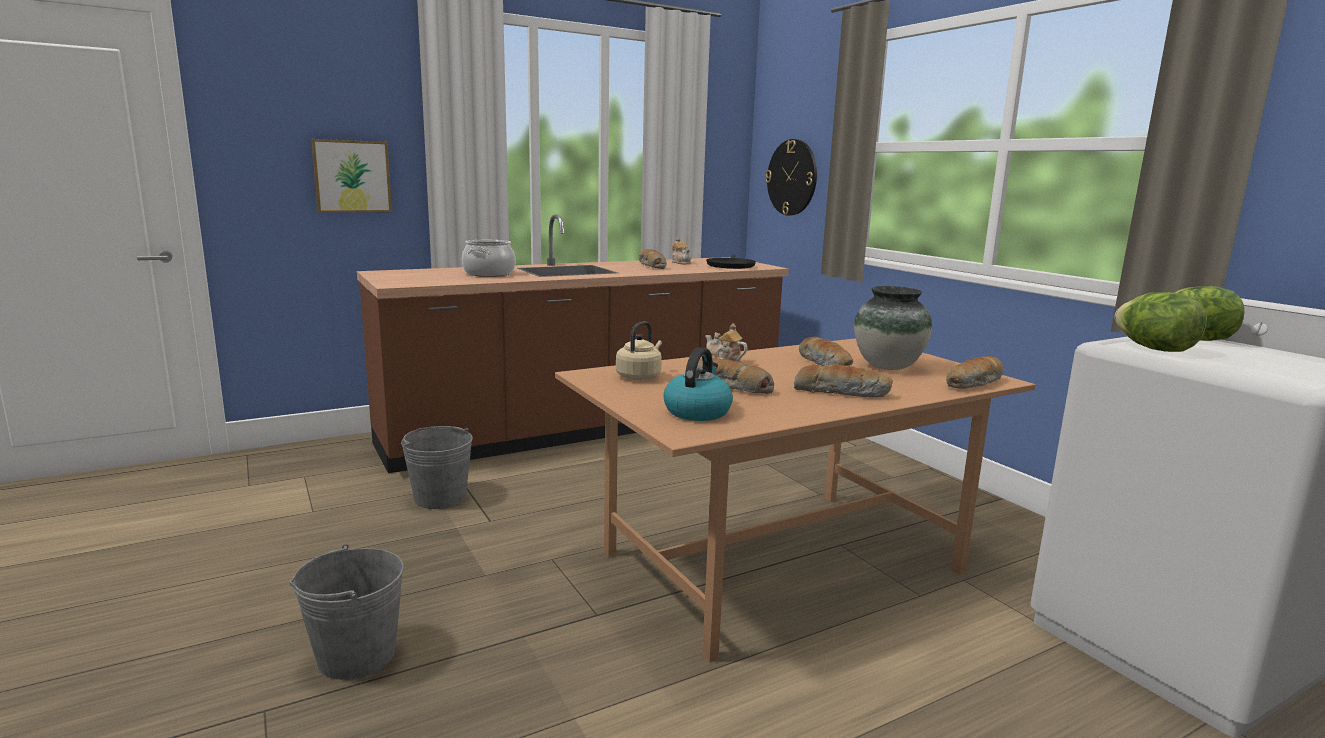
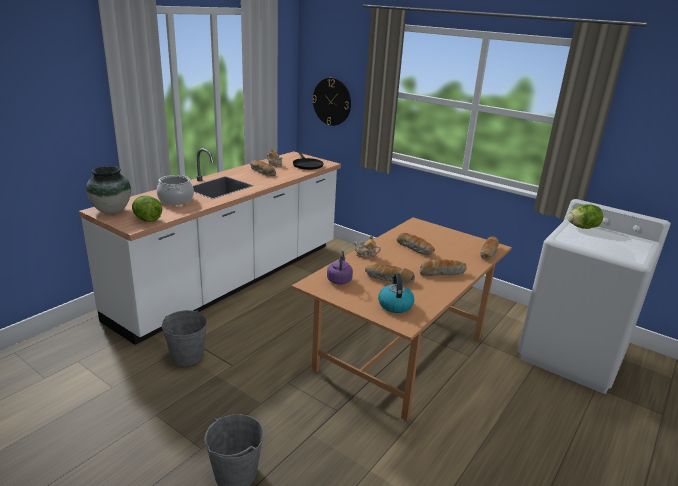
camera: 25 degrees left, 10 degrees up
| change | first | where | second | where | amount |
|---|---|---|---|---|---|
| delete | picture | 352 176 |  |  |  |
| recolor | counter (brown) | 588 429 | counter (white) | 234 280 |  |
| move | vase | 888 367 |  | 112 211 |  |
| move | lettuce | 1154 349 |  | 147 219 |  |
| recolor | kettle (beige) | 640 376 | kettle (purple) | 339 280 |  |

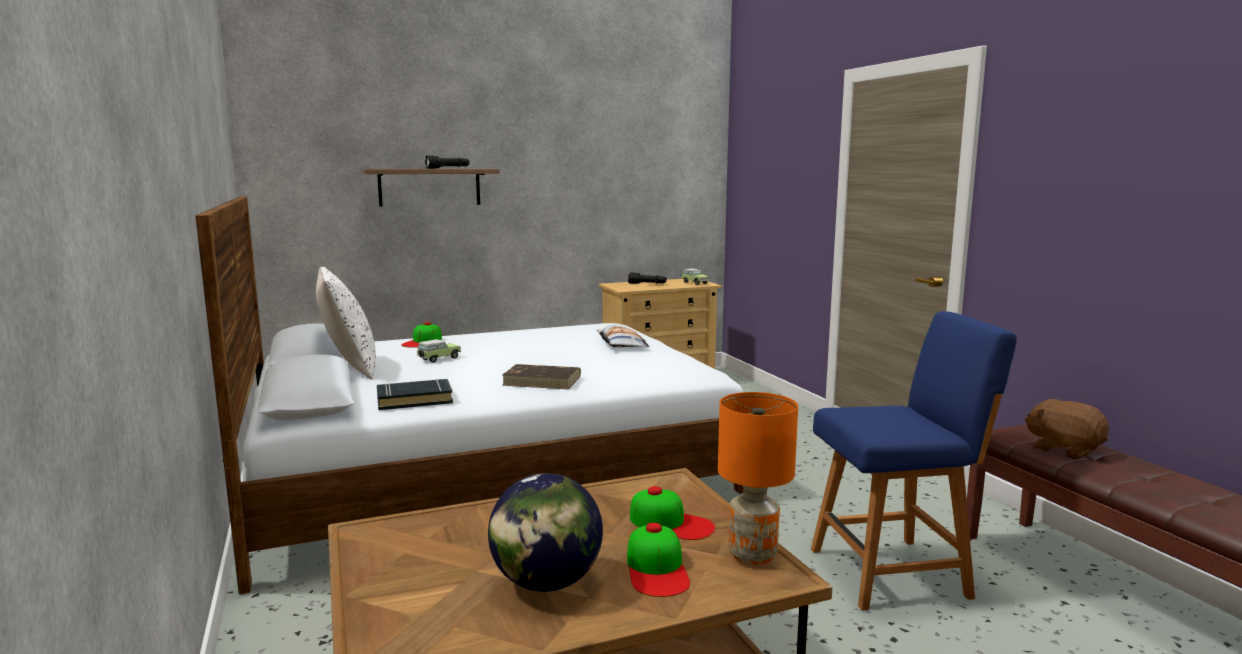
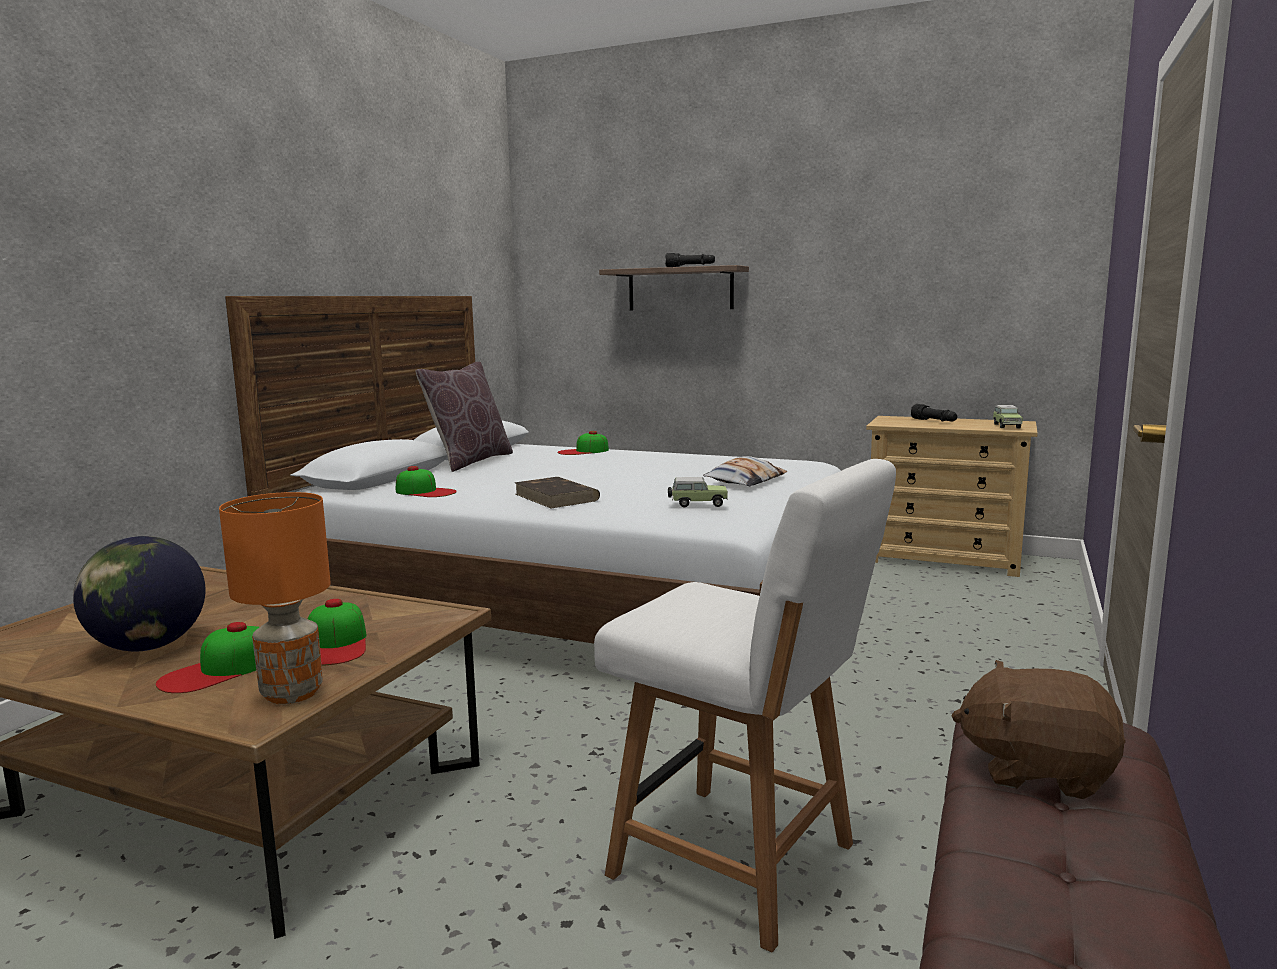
camera: 45 degrees right, 0 degrees up
| change | first | where | second | where | amount |
|---|---|---|---|---|---|
| recolor | pillow (white) | 349 368 | pillow (brown) | 469 461 |  |
| recolor | chair (blue) | 894 572 | chair (white) | 740 863 |  |
| move | toy car | 438 359 |  | 697 504 |  |
| replace | book (black) | 414 400 | cap | 425 491 |  |
| rotate | plush toy (brown) | 1064 450 |  | 1036 770 | 75 degrees counterclockwise |

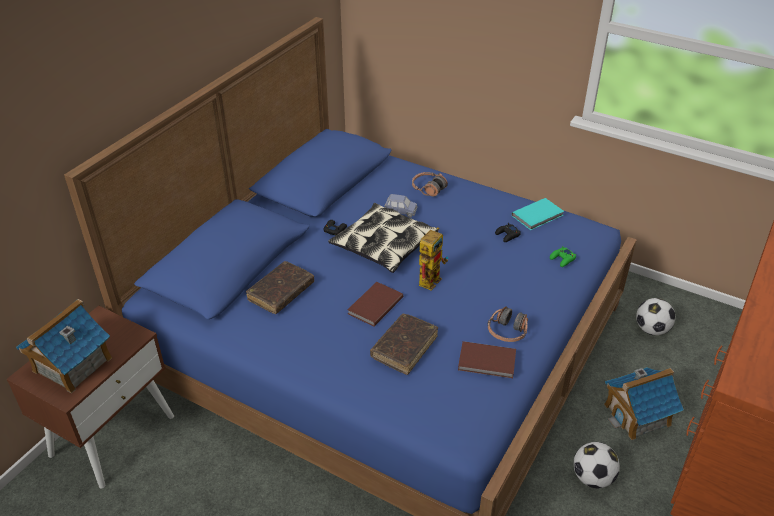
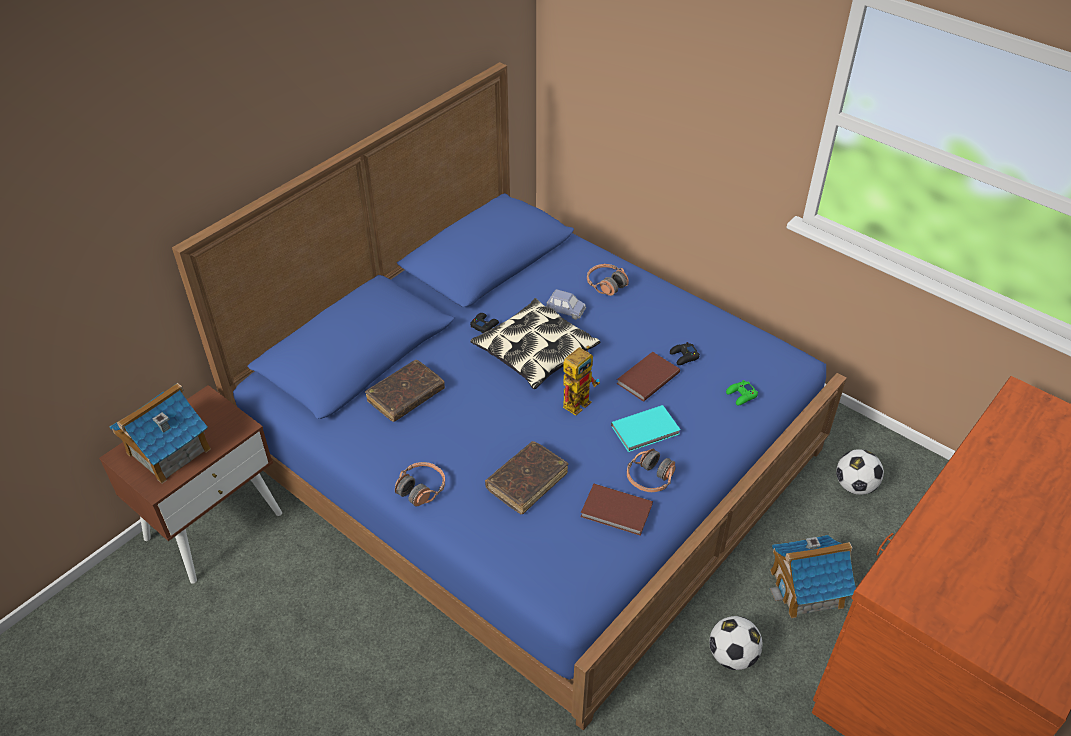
camera: 10 degrees right, 5 degrees up
| change | first | where | second | where | amount |
|---|---|---|---|---|---|
| move | book (turquoise) | 538 215 |  | 646 430 |  |
| move | book (brown) | 374 305 |  | 646 378 |  |
| insert |  |  | headphones | 421 489 |  |

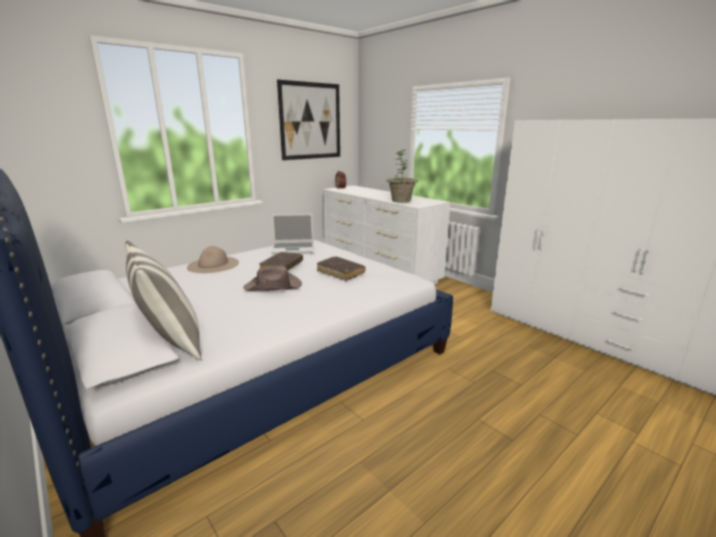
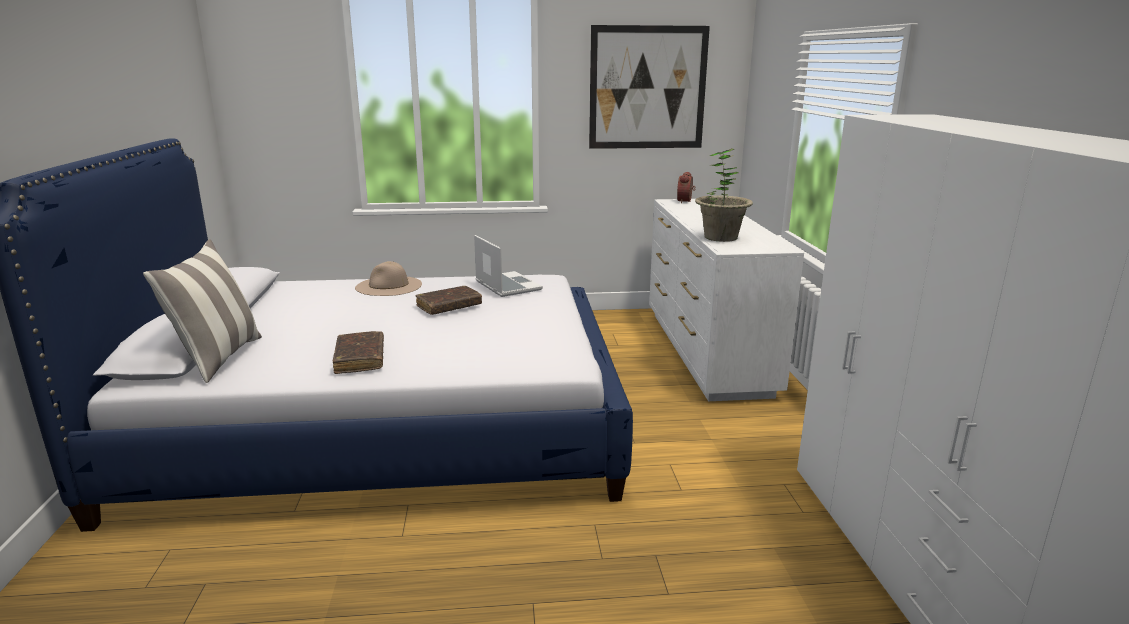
camera: 35 degrees right, 0 degrees up
| change | first | where | second | where | amount |
|---|---|---|---|---|---|
| rotate | laptop | 293 249 |  | 506 285 | 150 degrees counterclockwise |
| move | book (brown) | 340 272 |  | 360 359 |  |
| delete | hat (brown) | 273 286 |  |  |  |

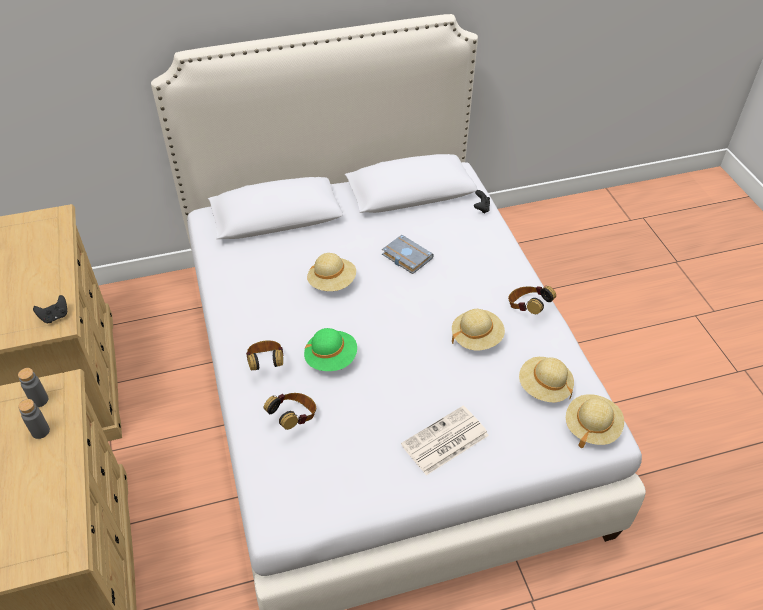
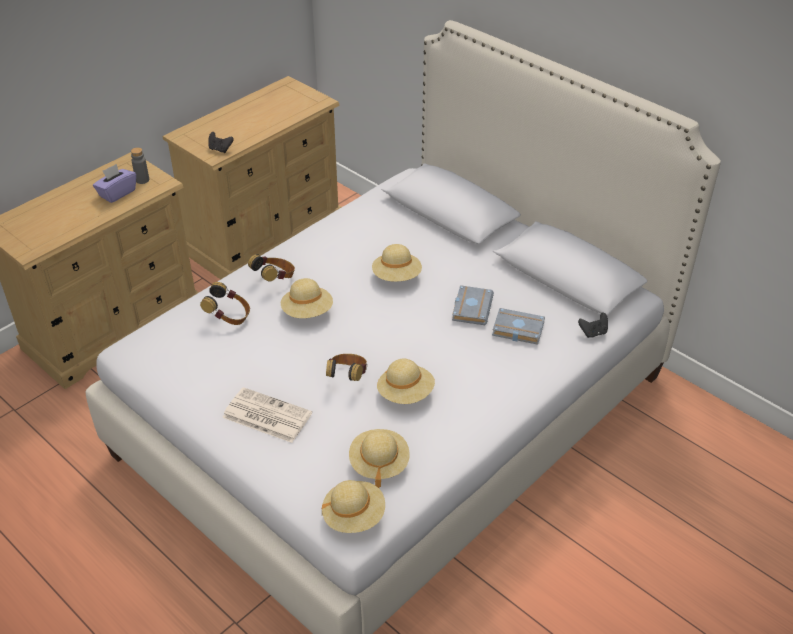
camera: 60 degrees right, 5 degrees down
| change | first | where | second | where | amount |
|---|---|---|---|---|---|
| move | headphones | 527 308 |  | 347 377 |  |
| recolor | hat (green) | 331 359 | hat (beige) | 307 312 |  |
| replace | bottle (grey) | 40 431 | tissue box (purple) | 117 193 |  |
| insert |  |  | book (grey) | 516 330 |  |

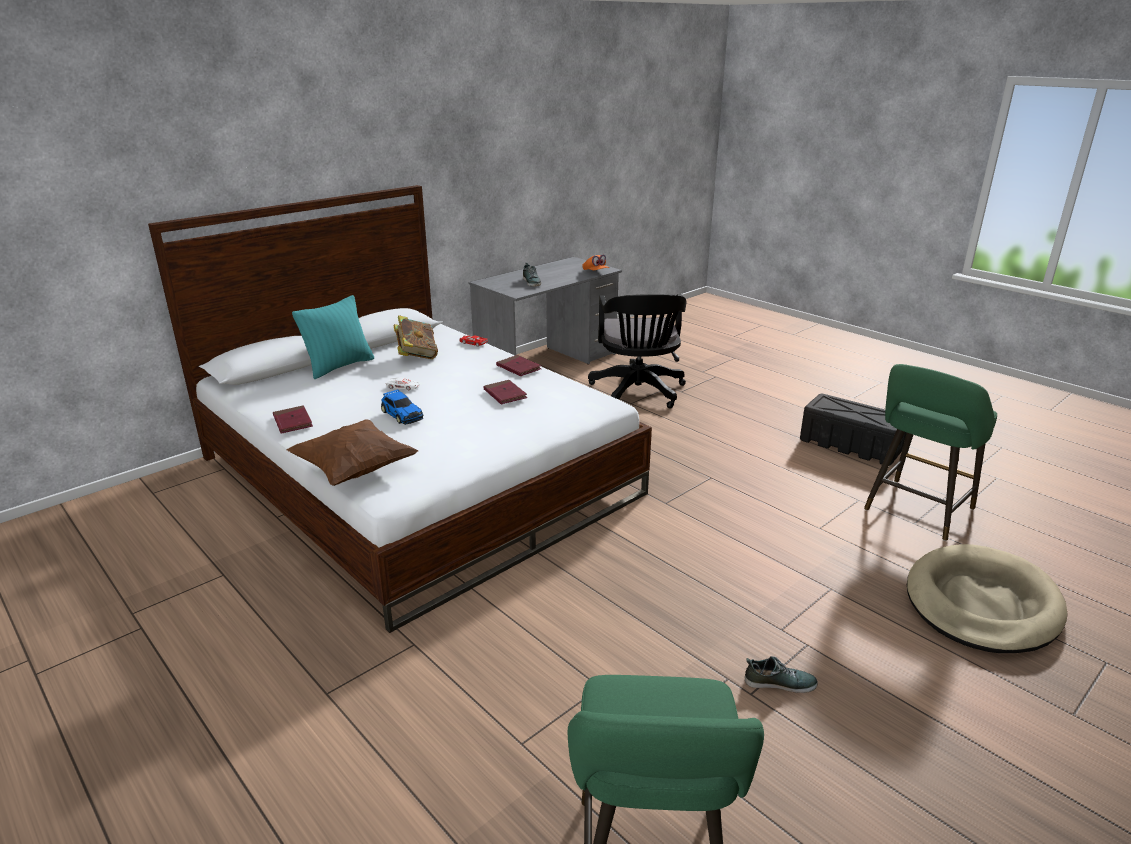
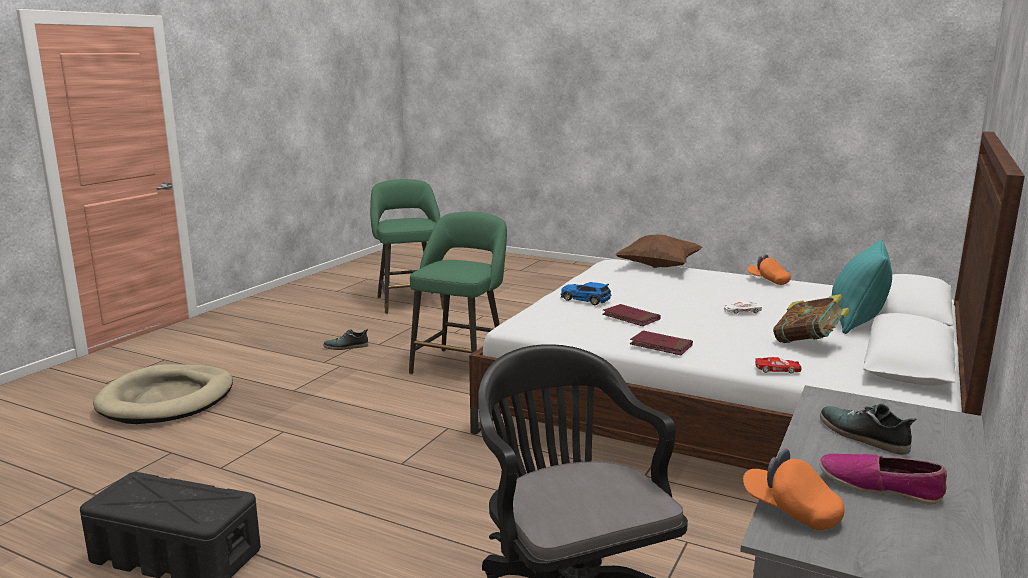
camera: 160 degrees right, 10 degrees down
| change | first | where | second | where | amount |
|---|---|---|---|---|---|
| move | stool (green) | 916 512 |  | 461 365 |  |
| move | toy car | 402 414 |  | 586 300 |  |
| replace | book (red) | 293 422 | cap (orange) | 768 281 |  |
| insert |  |  | shoe | 879 486 |  |

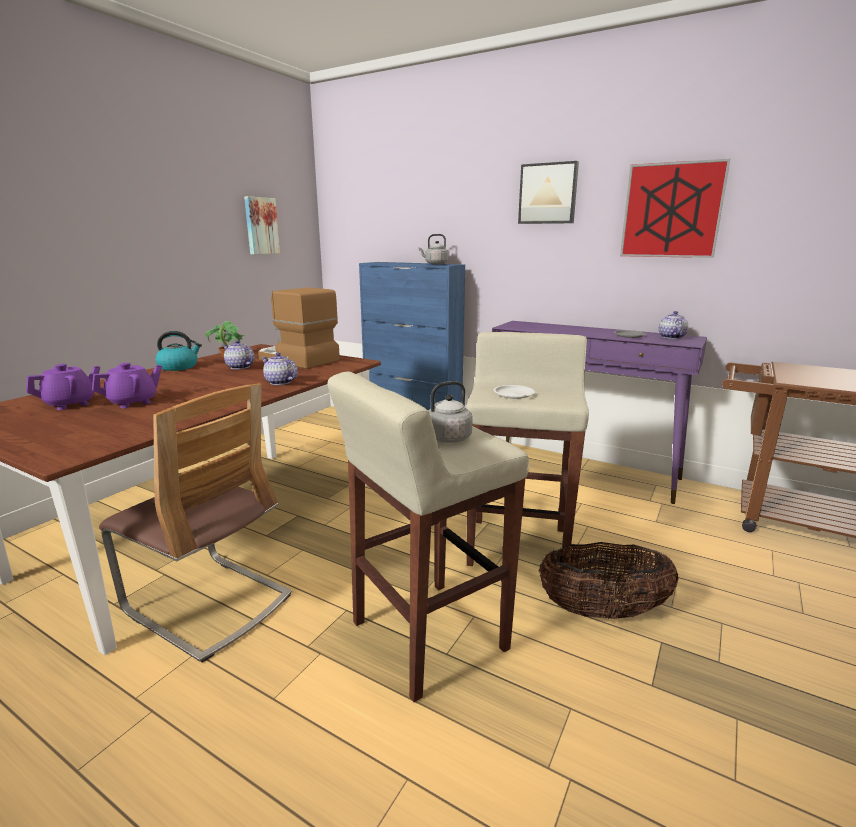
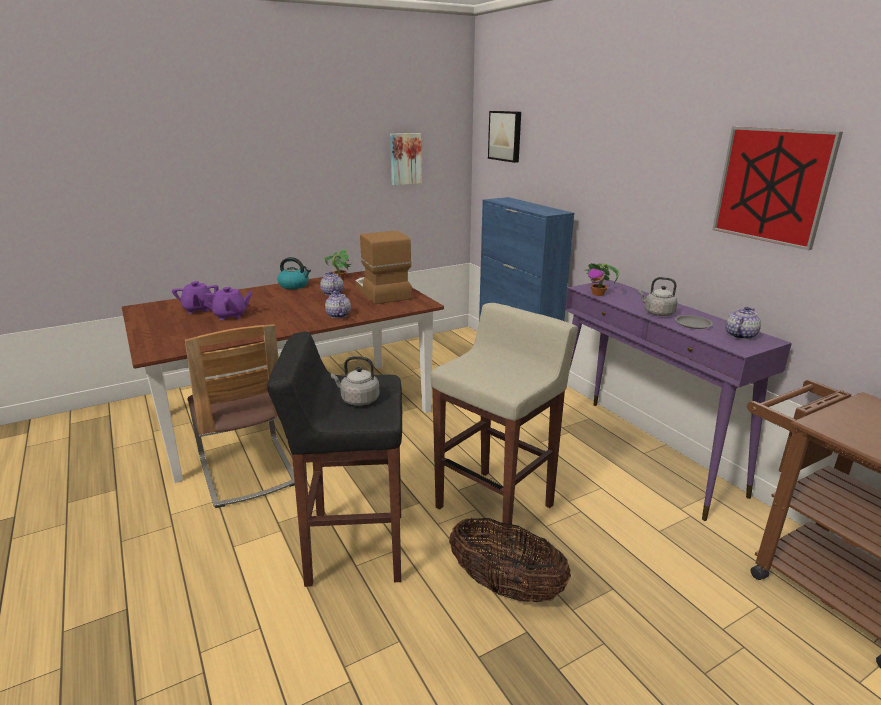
camera: 30 degrees right, 5 degrees up
| change | first | where | second | where | amount |
|---|---|---|---|---|---|
| move | picture | 548 194 |  | 506 136 |  |
| move | kettle (grey) | 435 264 |  | 657 313 |  |
| rotate | teapot (purple) | 70 404 |  | 198 309 | 90 degrees clockwise |
| recolor | stool (beige) | 426 636 | stool (black) | 354 548 |  |
| delete | plate (white) | 514 394 |  |  |  |
| insert |  |  | potted plant | 598 294 |  |

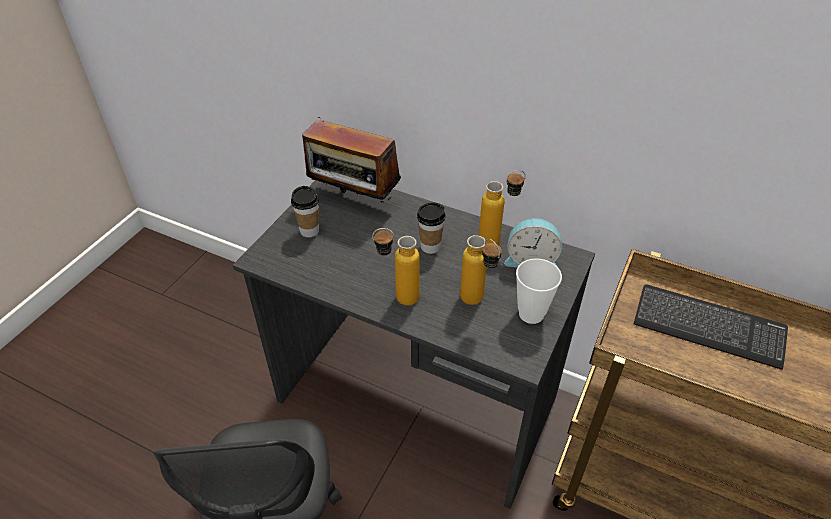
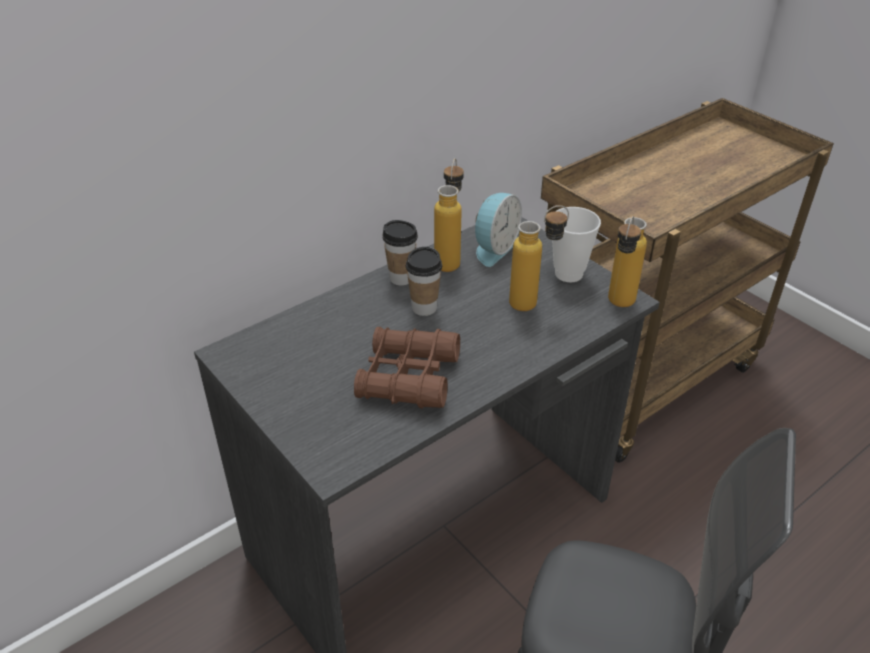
camera: 65 degrees left, 5 degrees down
| change | first | where | second | where | amount |
|---|---|---|---|---|---|
| delete | radio | 354 200 |  |  |  |
| move | cup | 309 231 |  | 401 278 |  |
| move | bottle | 397 298 |  | 618 306 |  |
| delete | keyboard | 708 327 |  |  |  |
| insert |  |  | binoculars (brown) | 408 377 |  |

